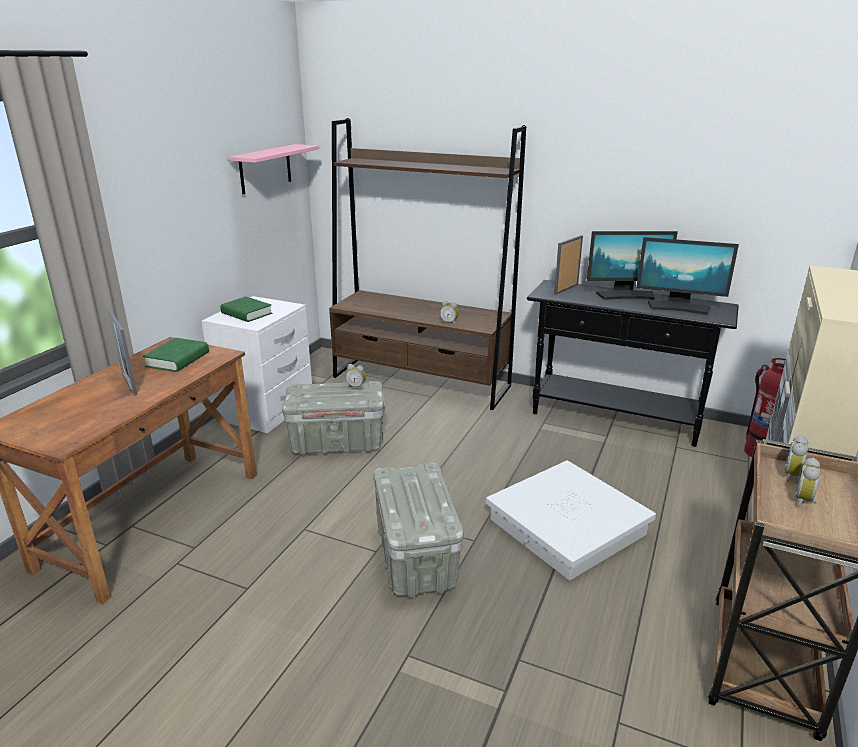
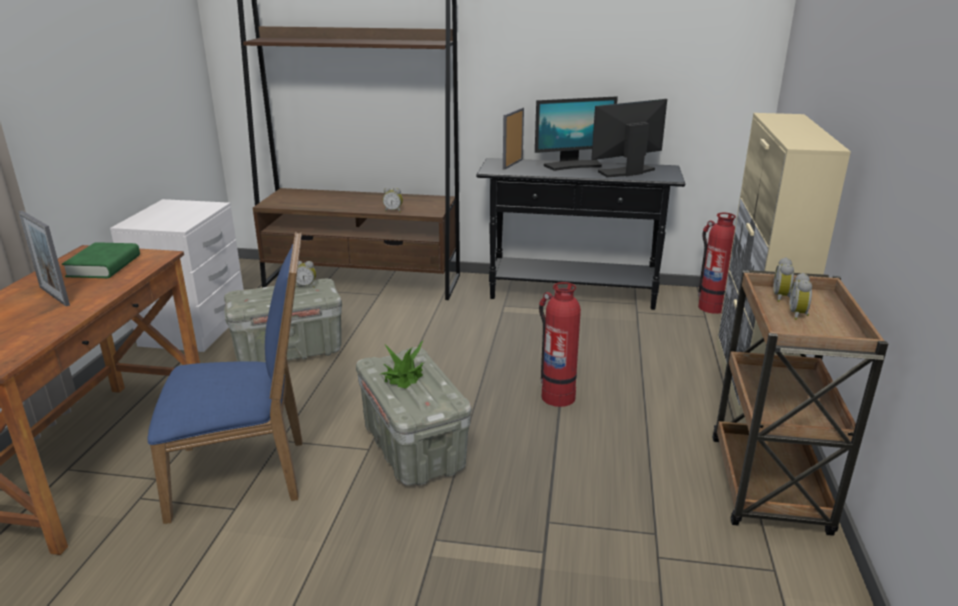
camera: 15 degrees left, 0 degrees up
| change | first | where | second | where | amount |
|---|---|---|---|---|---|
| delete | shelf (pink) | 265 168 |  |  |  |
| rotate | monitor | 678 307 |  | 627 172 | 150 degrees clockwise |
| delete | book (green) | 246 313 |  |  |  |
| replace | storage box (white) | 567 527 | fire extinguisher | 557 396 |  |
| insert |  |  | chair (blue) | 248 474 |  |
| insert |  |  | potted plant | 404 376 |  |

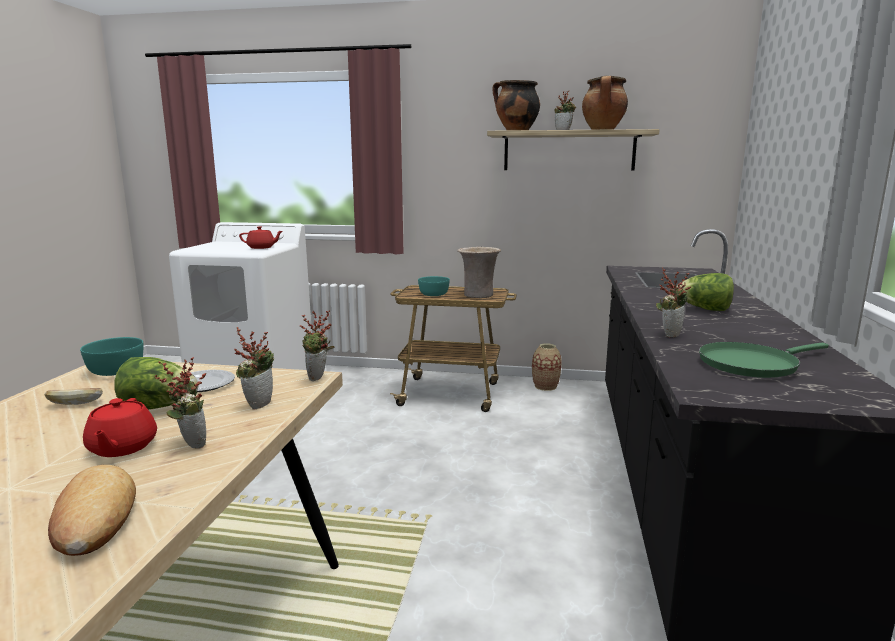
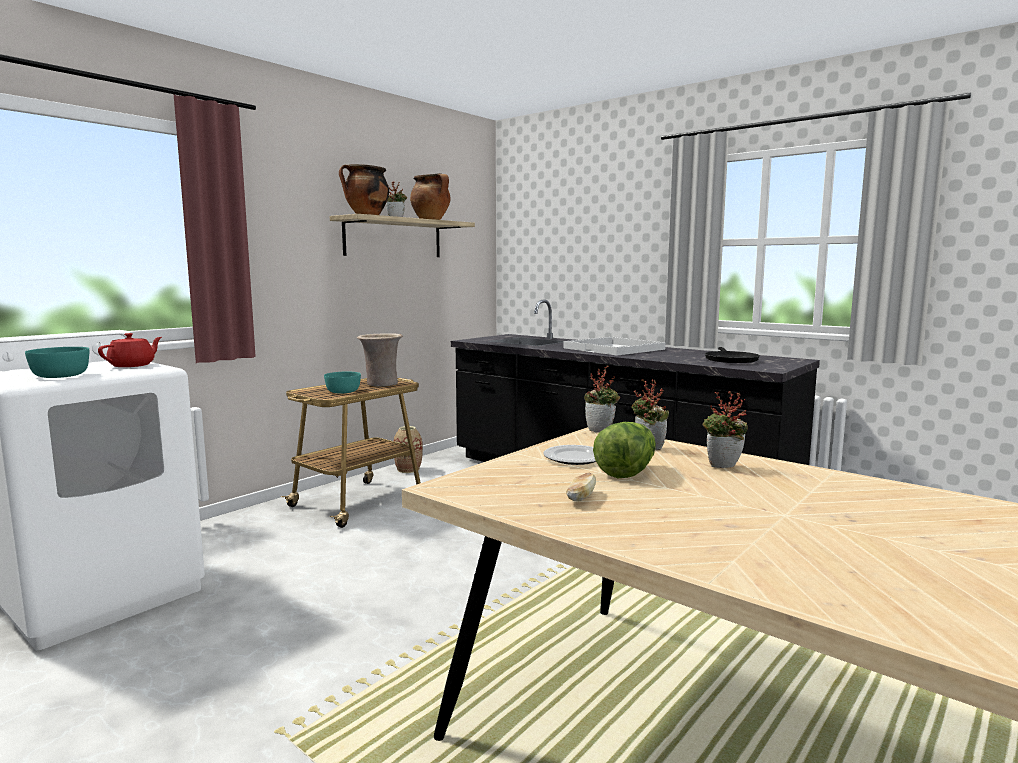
camera: 60 degrees left, 5 degrees down
| change | first | where | second | where | amount |
|---|---|---|---|---|---|
| delete | potted plant | 669 334 |  |  |  |
| replace | lettuce | 704 309 | tray (white) | 615 348 |  |
| move | bowl (turquoise) | 116 371 |  | 61 375 |  |
| recolor | frying pan (green) | 752 364 | frying pan (black) | 730 360 |  |
| delete | teapot (red) | 122 448 |  |  |  |
| delete | bread | 94 517 |  |  |  |

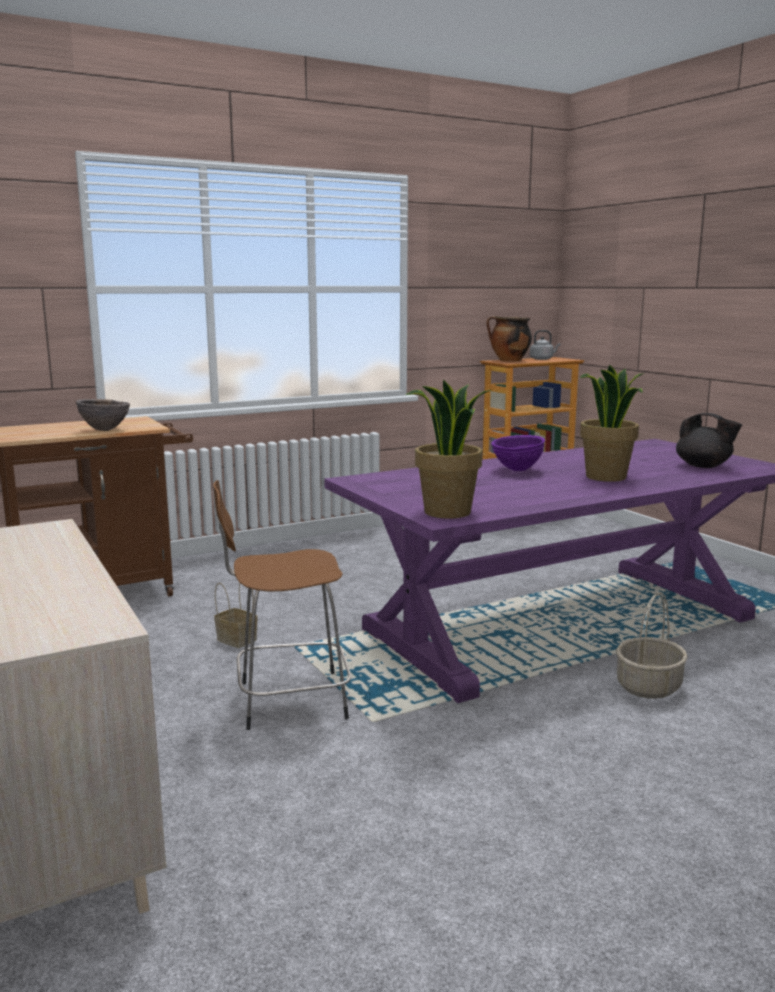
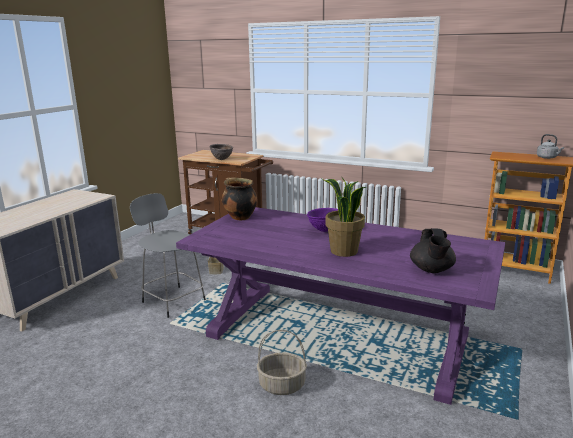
camera: 55 degrees right, 5 degrees up
| change | first | where | second | where | amount |
|---|---|---|---|---|---|
| move | cooking pot | 508 361 |  | 239 217 |  |
| delete | potted plant | 447 512 |  |  |  |
| recolor | stool (brown) | 288 700 | stool (grey) | 172 300 |  |

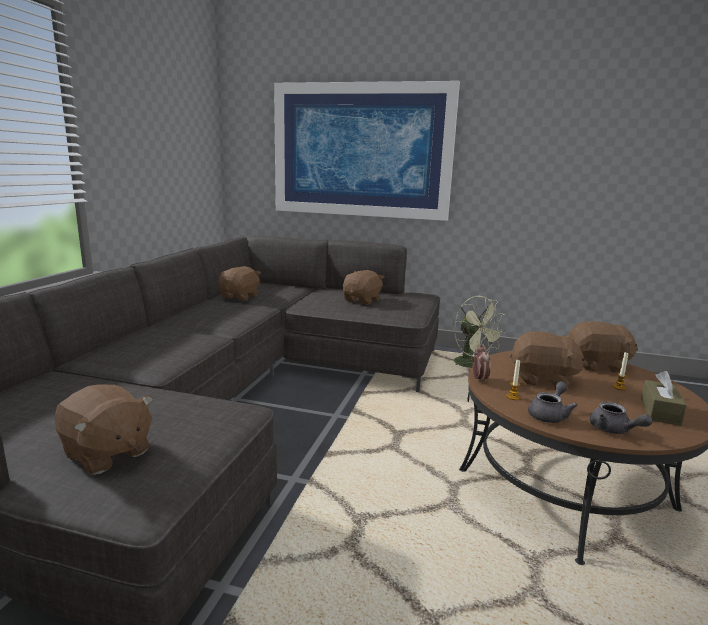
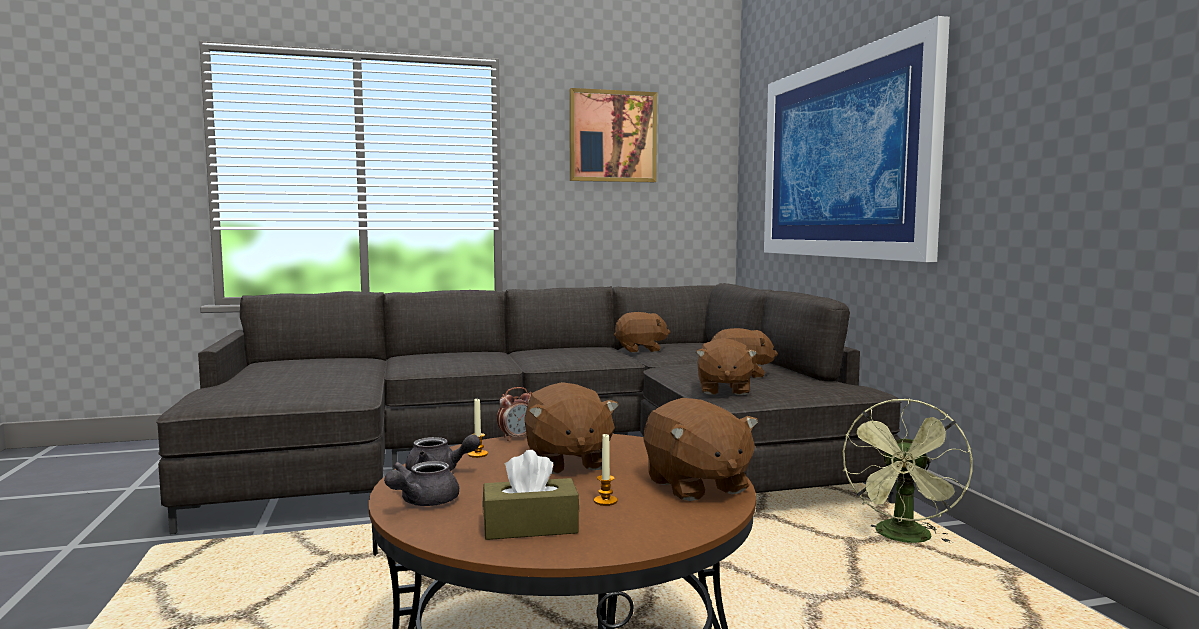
camera: 60 degrees right, 10 degrees down
| change | first | where | second | where | amount |
|---|---|---|---|---|---|
| move | plush toy (brown) | 106 453 |  | 723 390 |  |
| insert |  |  | picture | 612 136 |  |

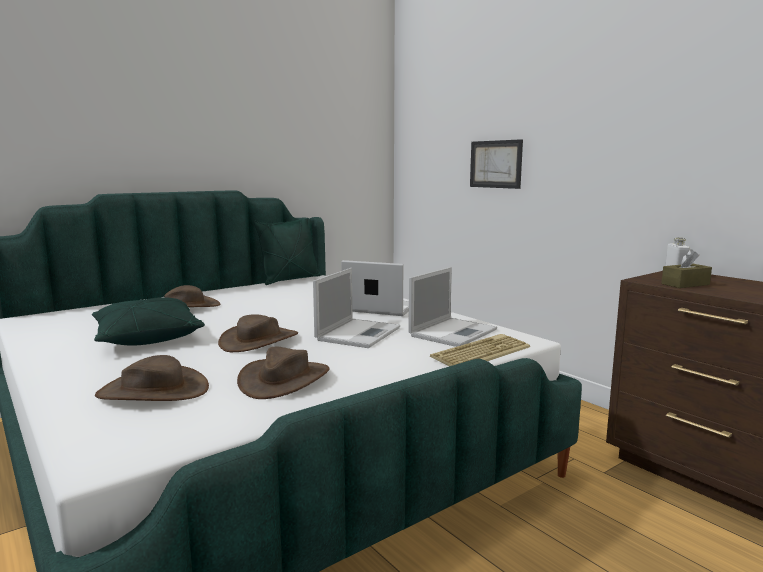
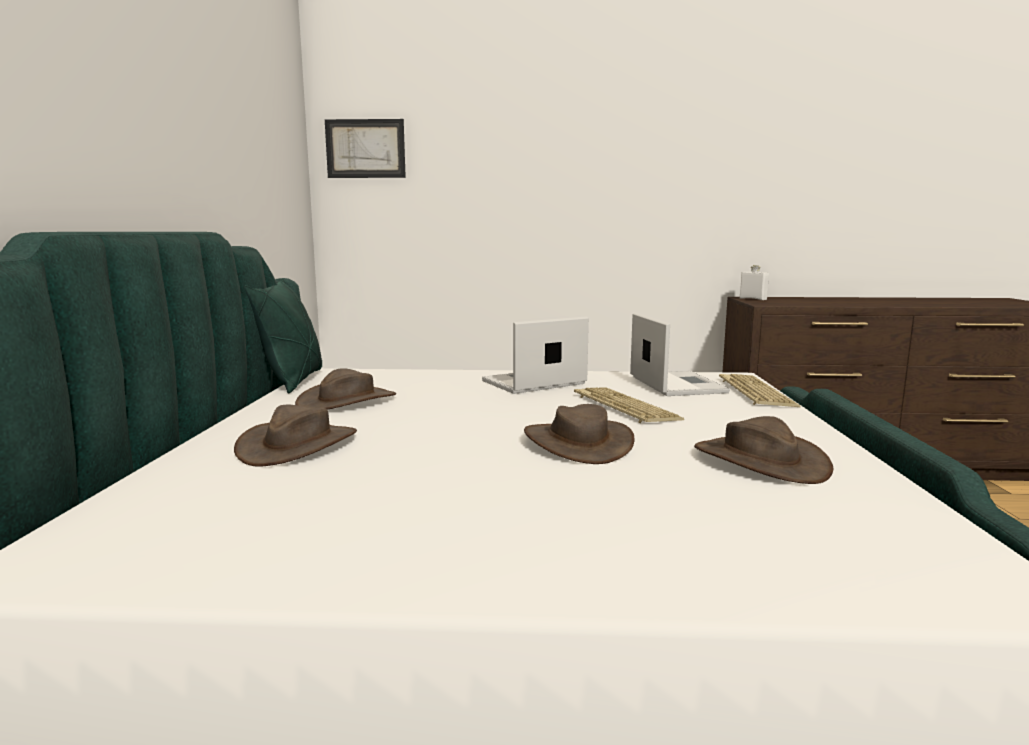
camera: 50 degrees left, 0 degrees up
| change | first | where | second | where | amount |
|---|---|---|---|---|---|
| move | picture | 495 164 |  | 365 149 |  |
| delete | tissue box (brown) | 685 284 |  |  |  |
| replace | laptop | 359 333 | keyboard | 622 407 |  |
| delete | pillow (green) | 147 337 |  |  |  |
| move | hat (brown) | 153 391 |  | 347 401 |  |

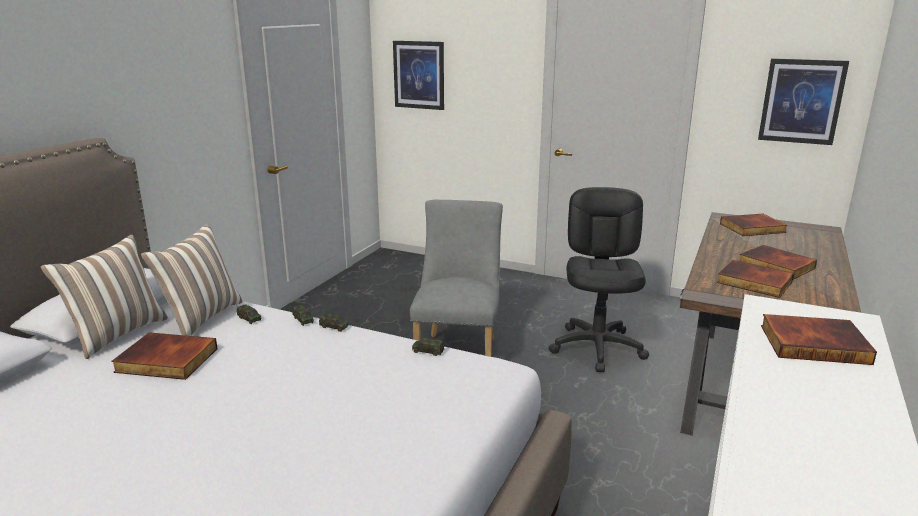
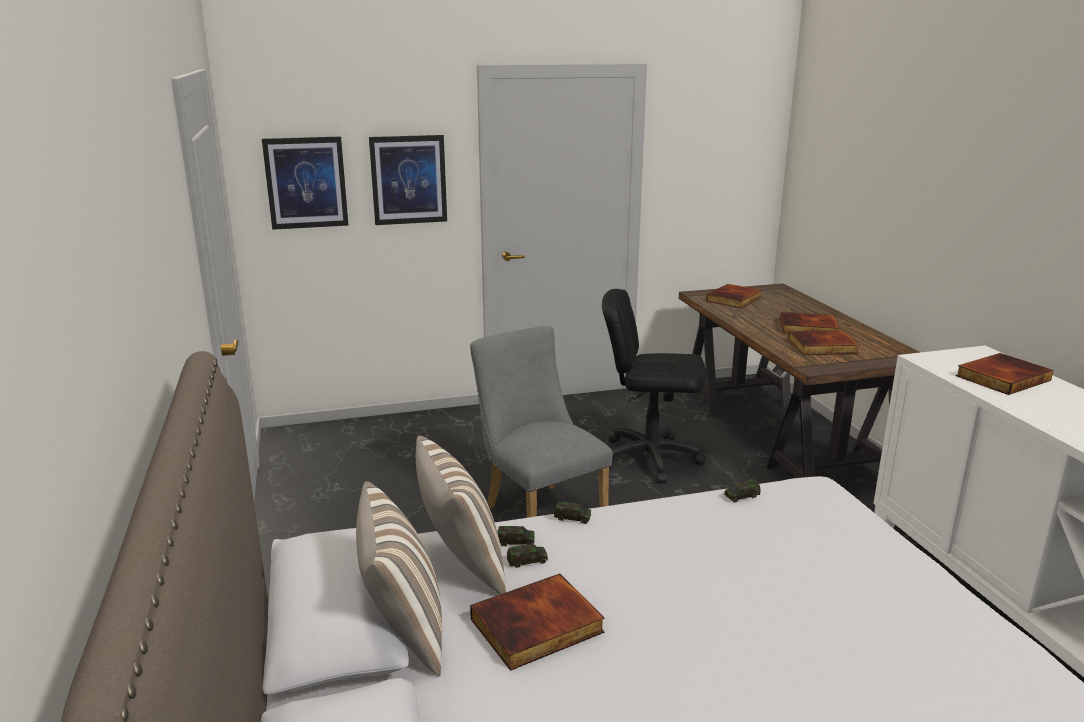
camera: 40 degrees left, 0 degrees up
| change | first | where | second | where | amount |
|---|---|---|---|---|---|
| move | picture | 801 101 |  | 408 180 |  |
| rotate | office chair (black) | 597 348 |  | 649 458 | 45 degrees counterclockwise |
| move | toy car | 334 327 |  | 527 561 |  |

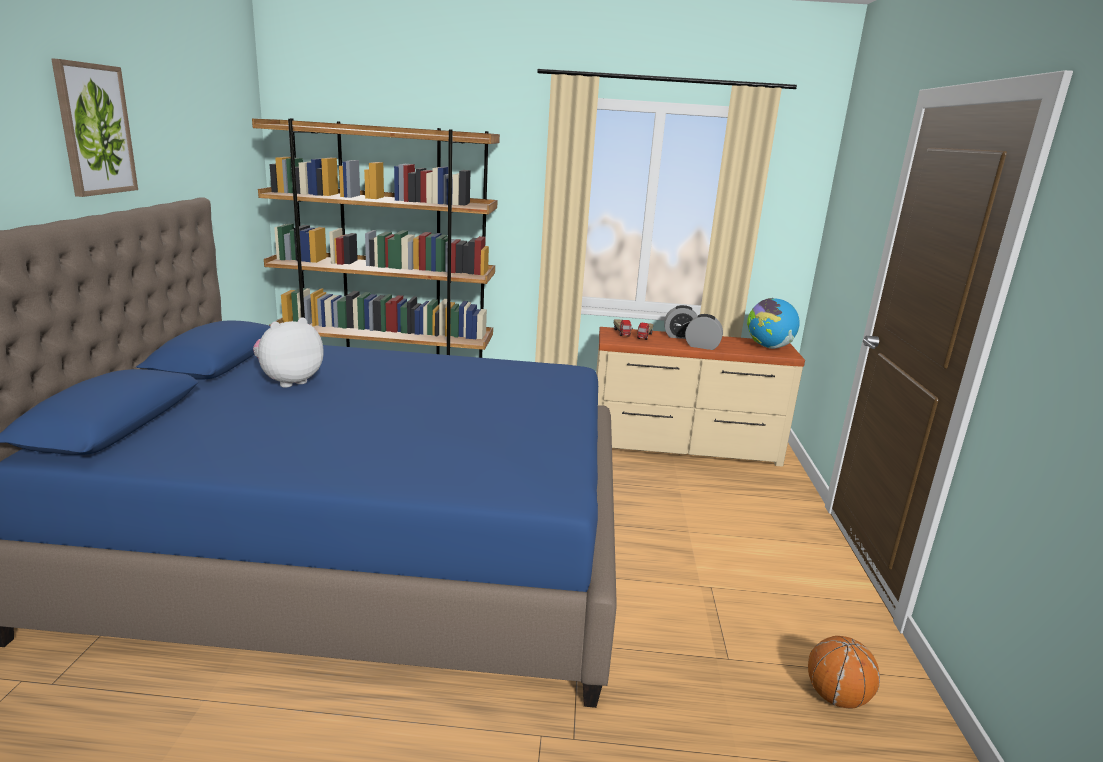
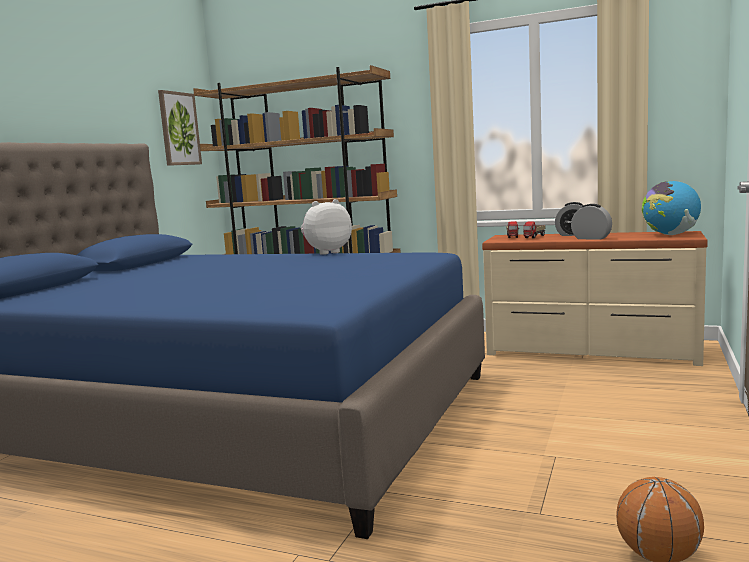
camera: 20 degrees right, 10 degrees down
| change | first | where | second | where | amount |
|---|---|---|---|---|---|
| move | picture | 95 129 |  | 179 129 |  |
| move | plush toy | 289 381 |  | 326 252 |  |

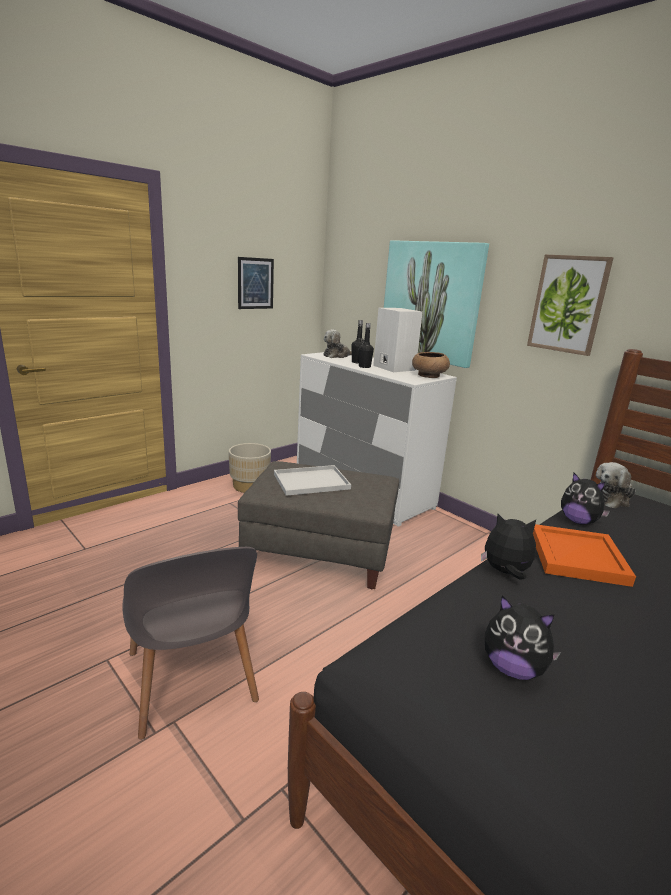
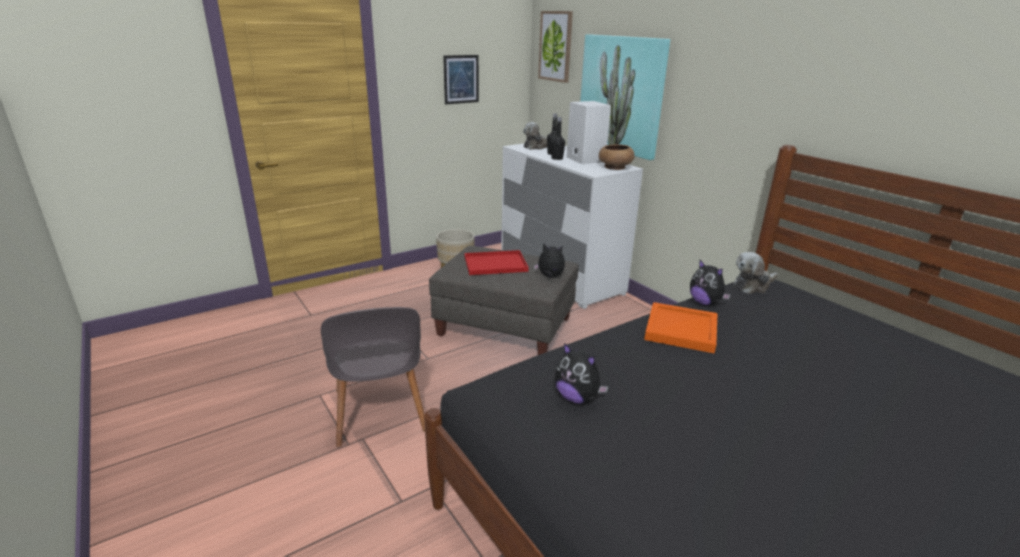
camera: 10 degrees right, 5 degrees up
| change | first | where | second | where | amount |
|---|---|---|---|---|---|
| move | picture | 568 304 |  | 556 46 |  |
| recolor | tray (white) | 310 482 | tray (red) | 494 264 |  |
| move | plush toy | 505 572 |  | 550 277 |  |

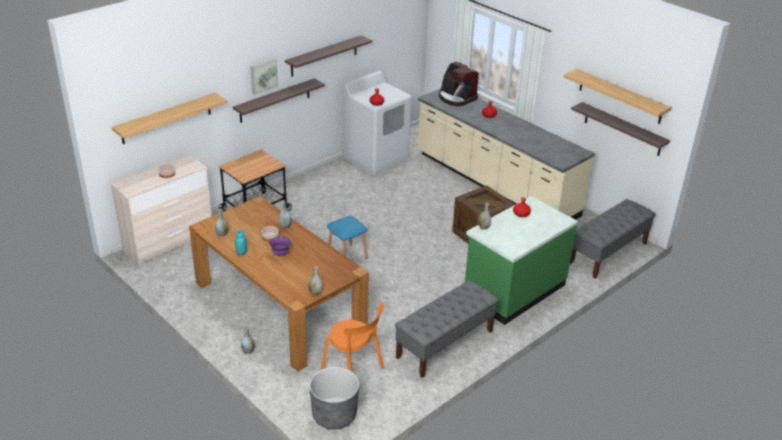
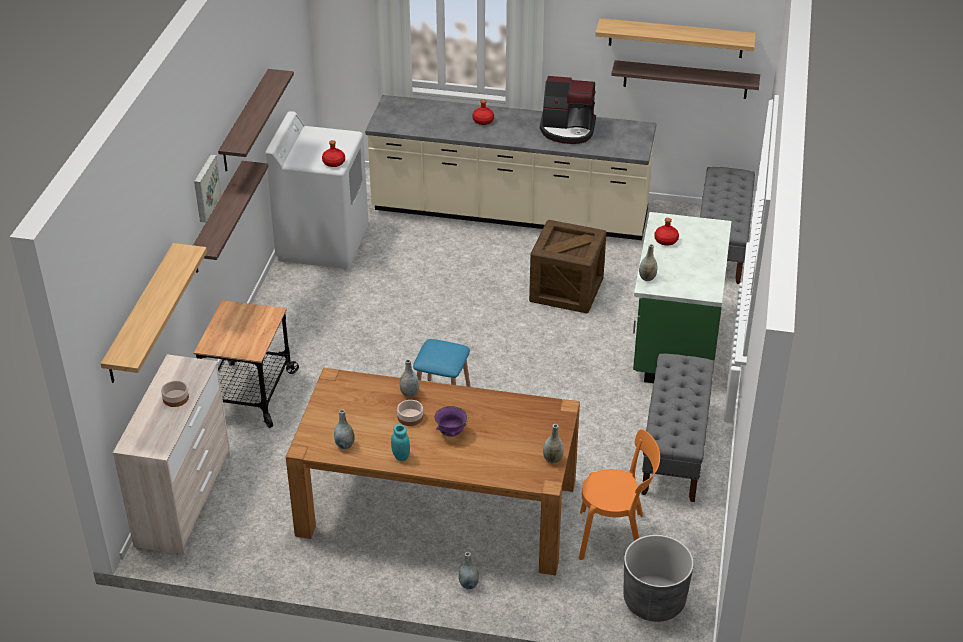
camera: 35 degrees left, 5 degrees up
| change | first | where | second | where | amount |
|---|---|---|---|---|---|
| move | coffee machine | 456 98 |  | 567 129 |  |

